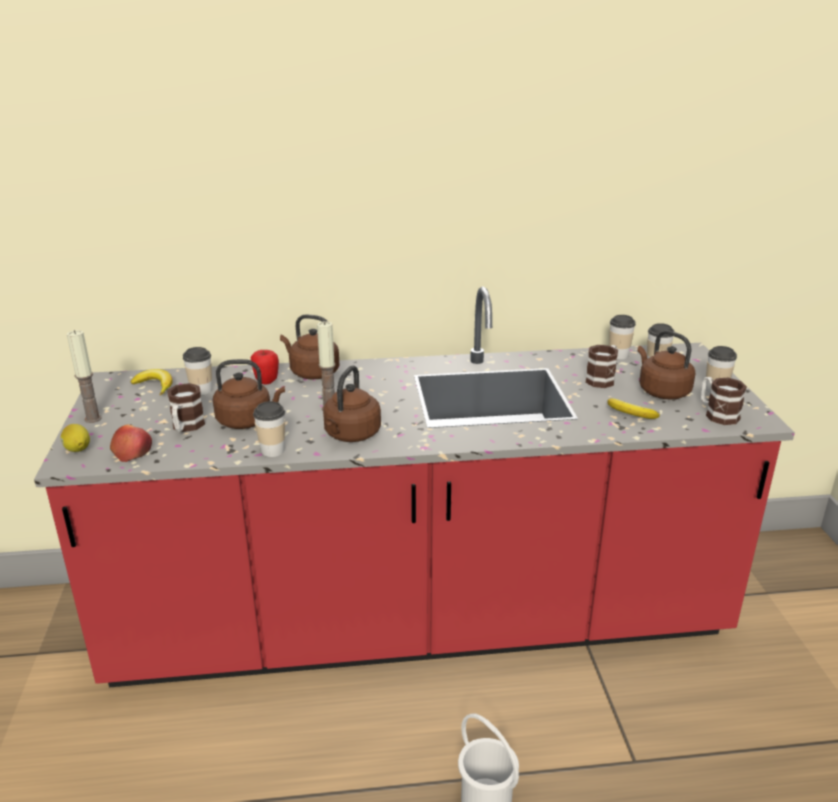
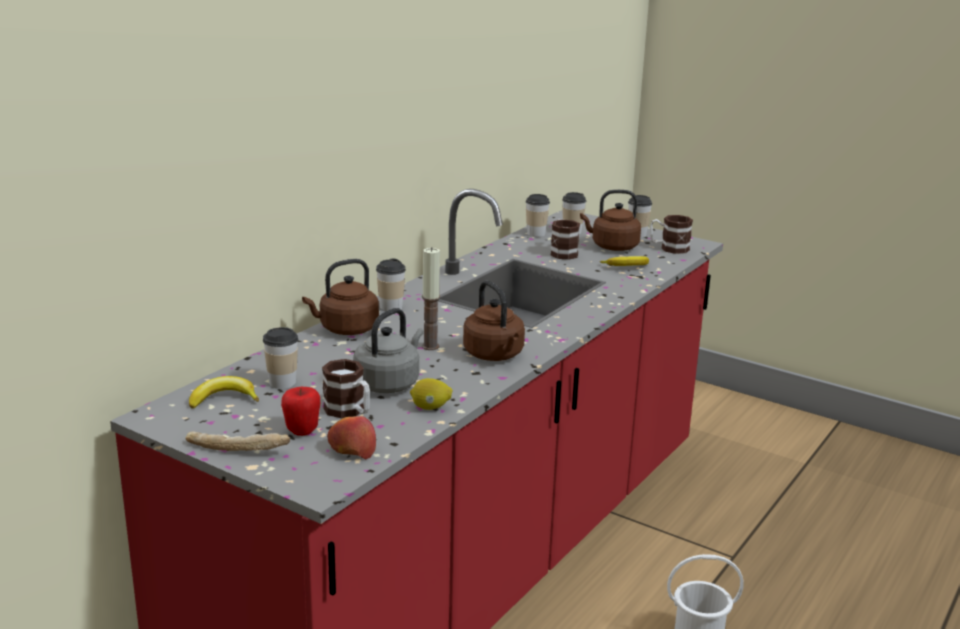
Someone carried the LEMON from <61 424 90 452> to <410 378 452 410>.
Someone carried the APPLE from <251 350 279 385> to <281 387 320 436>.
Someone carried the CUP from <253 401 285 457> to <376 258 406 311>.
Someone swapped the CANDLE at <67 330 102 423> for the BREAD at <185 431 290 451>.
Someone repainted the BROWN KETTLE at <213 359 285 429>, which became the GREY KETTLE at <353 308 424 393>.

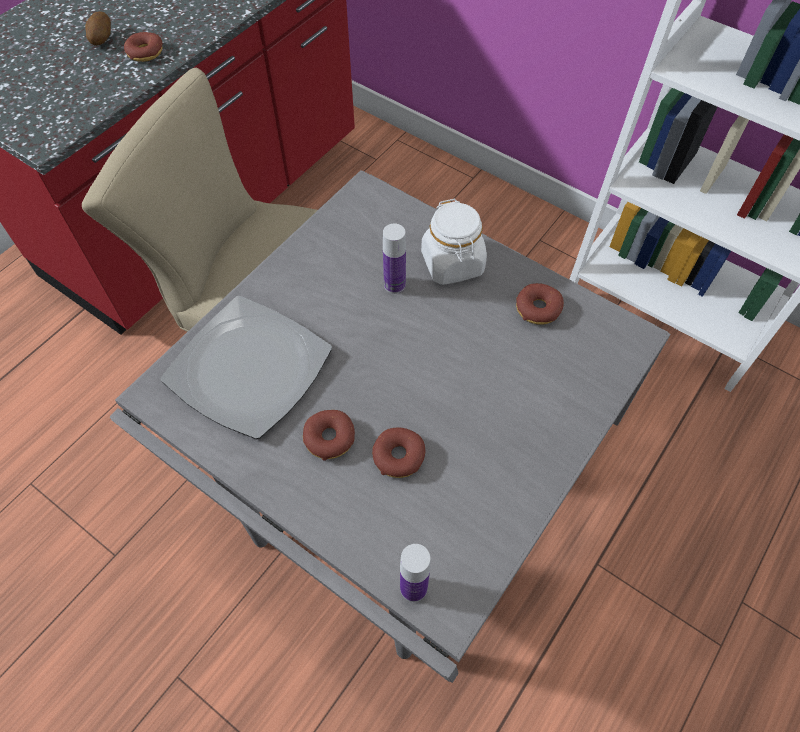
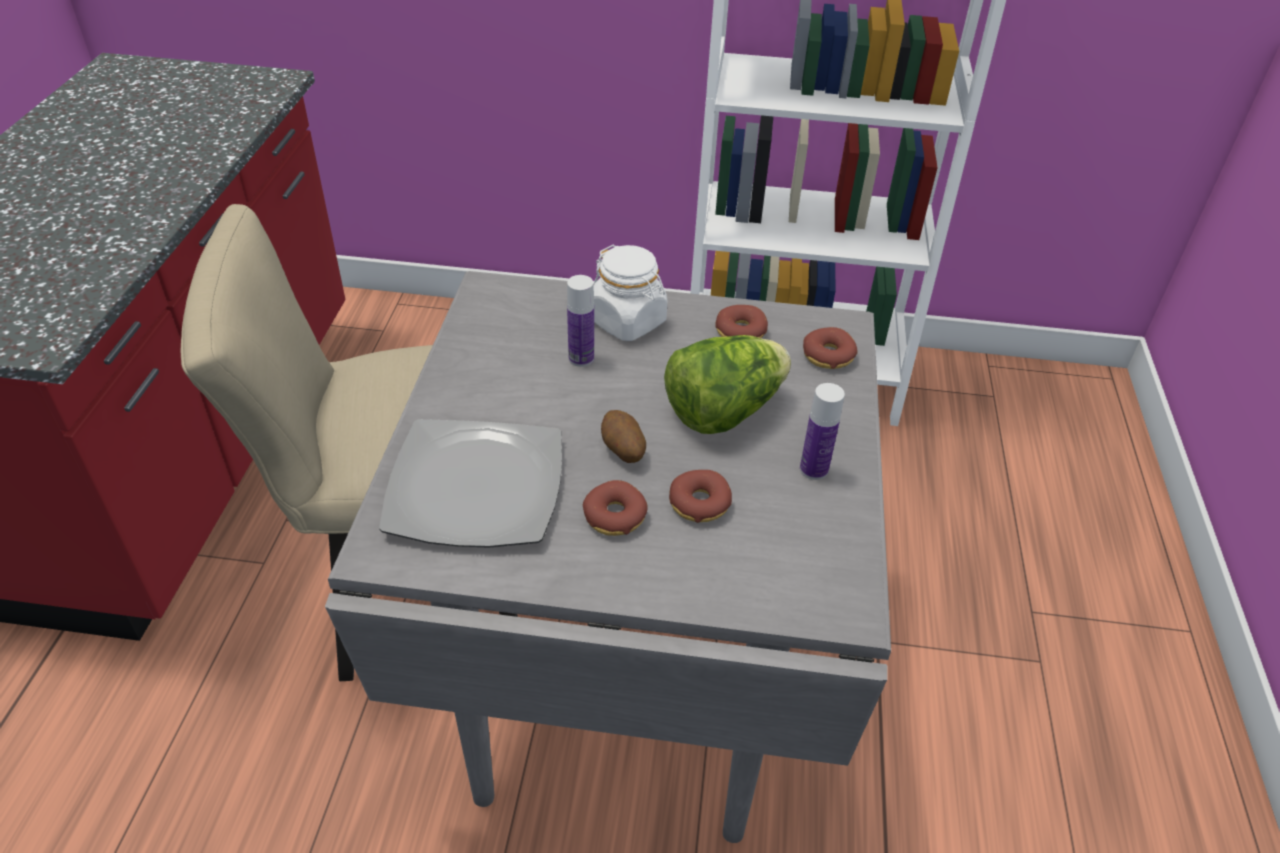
Someone put down the LETTUCE at <664 335 791 434>.
Someone carried the POTATO from <85 11 111 46> to <601 410 646 463>.
Someone carried the DONUT from <124 32 162 62> to <803 327 858 369>.
Someone carried the BOTTLE from <400 544 430 602> to <800 383 845 480>.

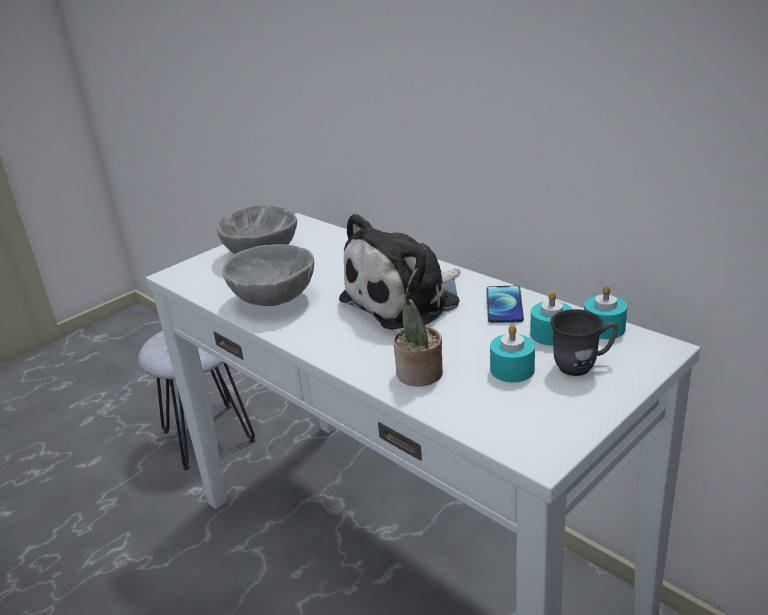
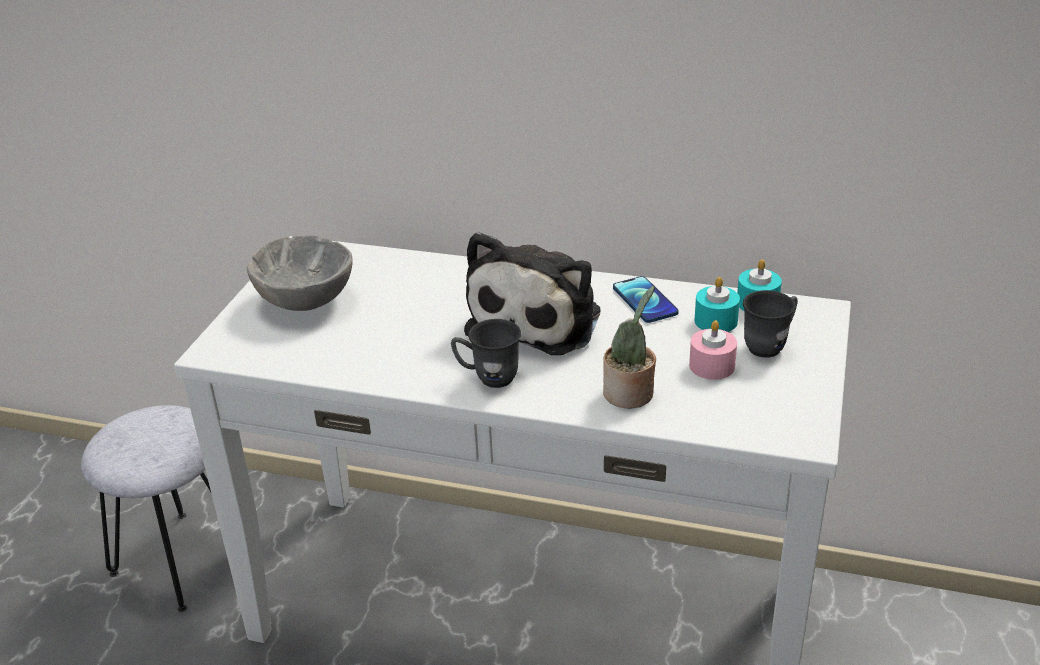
Someone took away the GREY BOWL at <222 244 314 306>.
Someone put down the GREY MUG at <451 319 521 388>.
Someone repainted the TURQUOISE CANDLE at <490 324 535 383>, which became the PINK CANDLE at <689 320 737 380>.

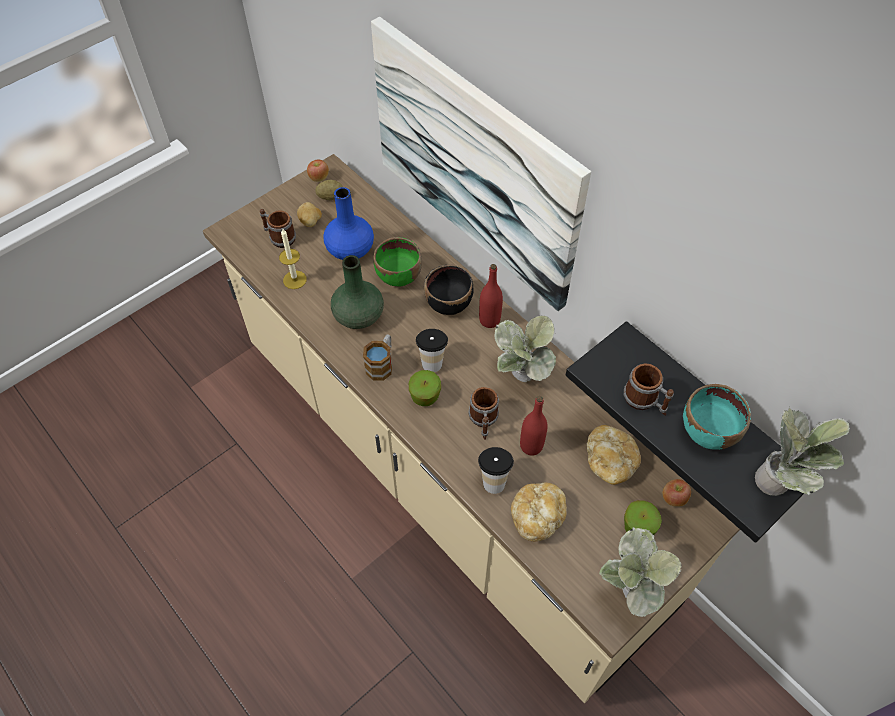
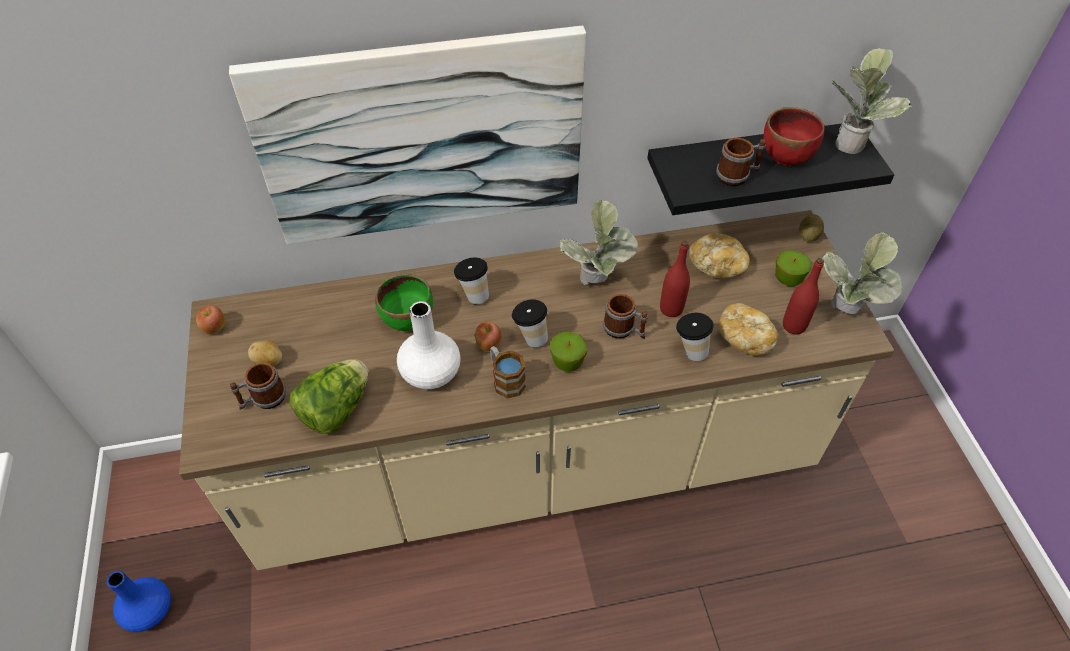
Someone carried the POTATO from <315 180 343 200> to <799 214 824 242>.
Someone carried the BLUE VASE from <323 187 374 260> to <107 571 171 632>.
Someone carried the RED BOTTLE from <479 264 503 328> to <783 258 824 335>.
Someone carried the APPLE from <663 479 691 507> to <475 322 502 351>.
Someone swapped the CANDLE at <279 229 307 289> for the LETTUCE at <290 359 368 434>.
Someone swapped the BLACK BOWL at <424 265 473 315> for the CUP at <454 257 489 304>.
Someone repainted the GREEN VASE at <331 255 384 329>, which became the WHITE VASE at <397 301 461 389>.
Someone repainted the TURQUOISE BOWL at <683 384 751 450>, which became the RED BOWL at <764 107 825 165>.

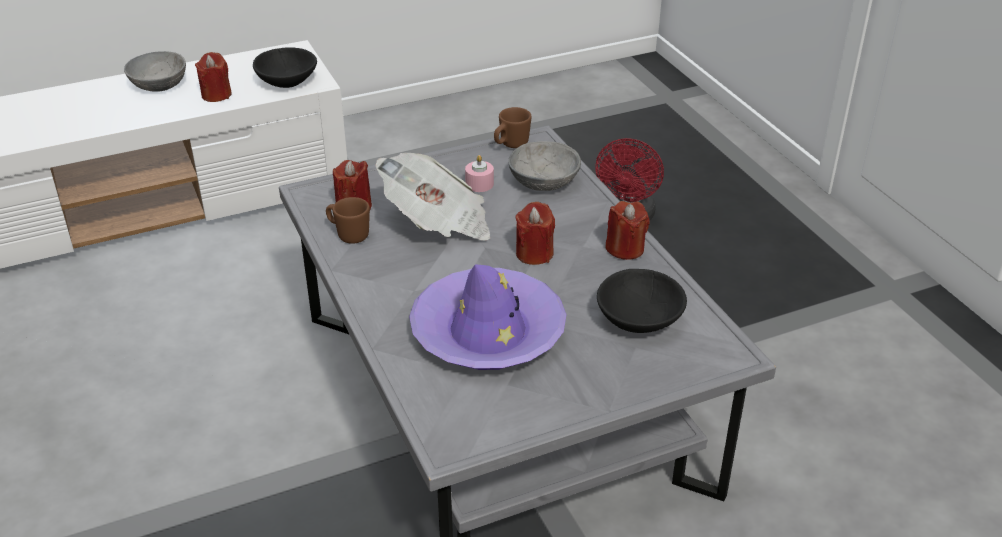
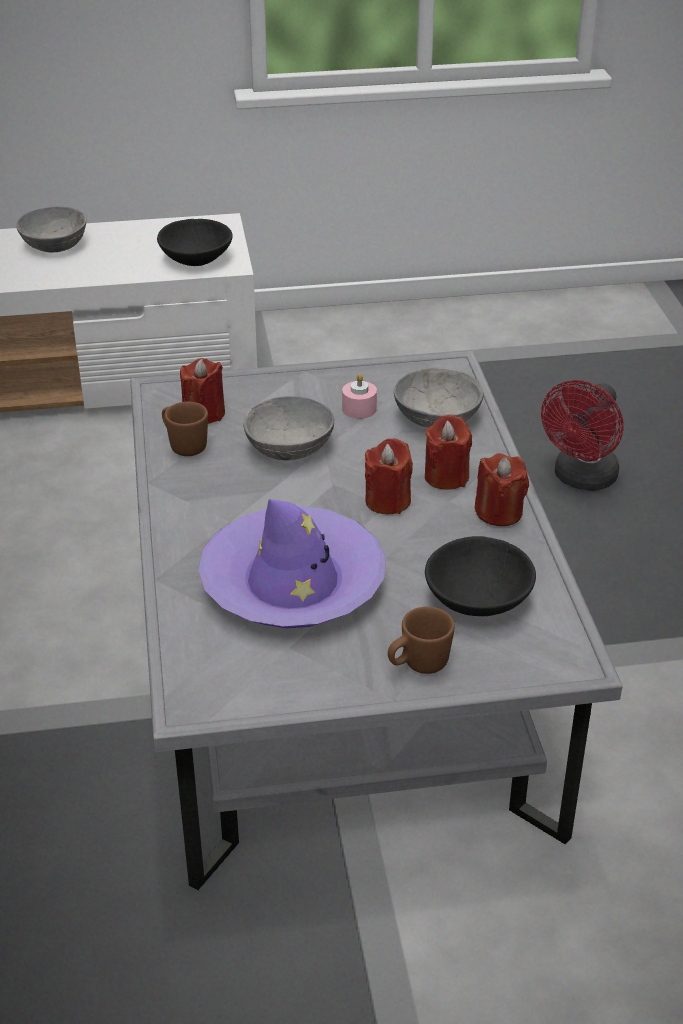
Someone carried the RED CANDLE from <195 52 232 102> to <425 415 472 490>.
Someone carried the BROWN MUG from <494 107 532 148> to <388 606 455 674>.
Someone swapped the NEWSPAPER at <376 153 490 241> for the GREY BOWL at <244 396 334 461>.

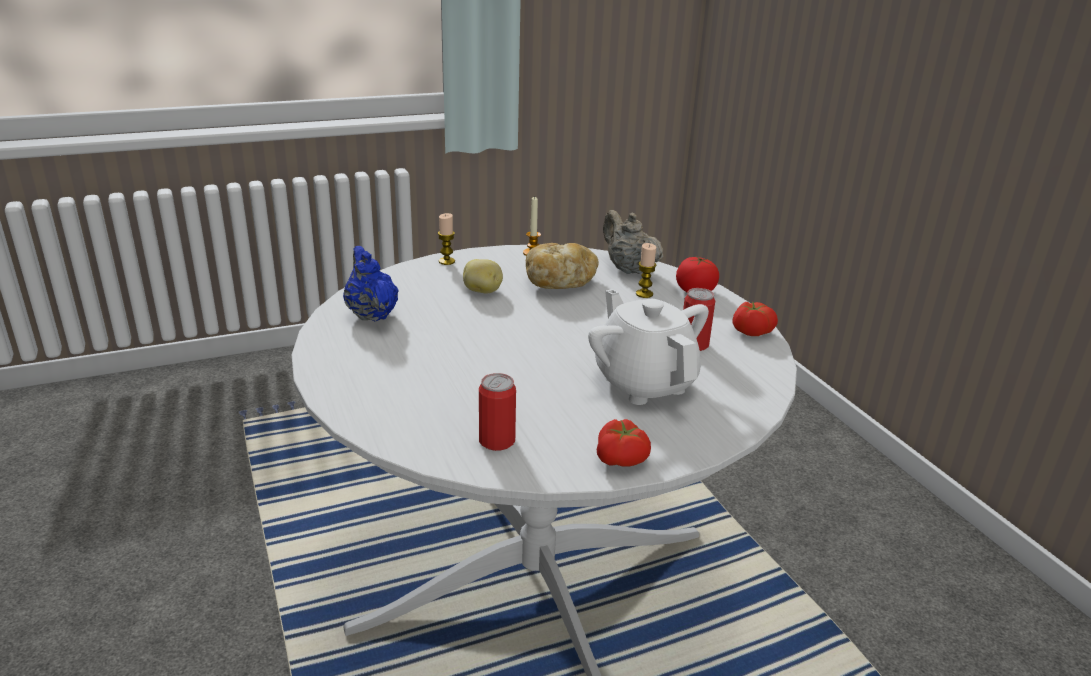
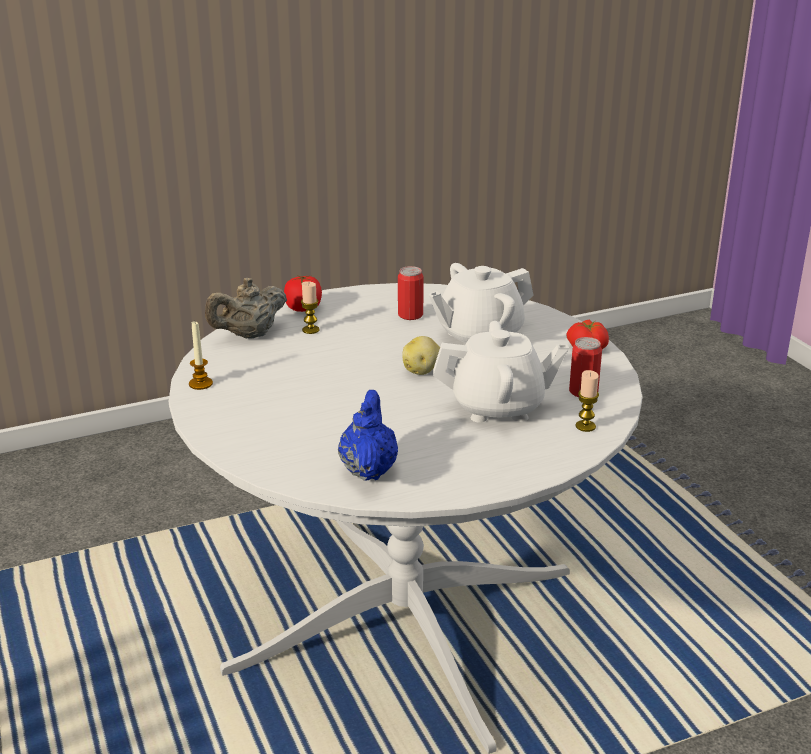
Someone took away the BREAD at <526 243 599 289>.
Someone took away the TOMATO at <733 302 778 336>.
Someone put down the WHITE TEAPOT at <433 321 569 422>.
Someone carried the CANDLE from <438 213 455 265> to <576 370 599 432>.
Someone carried the POTATO from <463 259 503 293> to <402 336 440 375>.
Someone rotated the BLUE TEAPOT at <343 246 399 322> by 120 degrees clockwise.

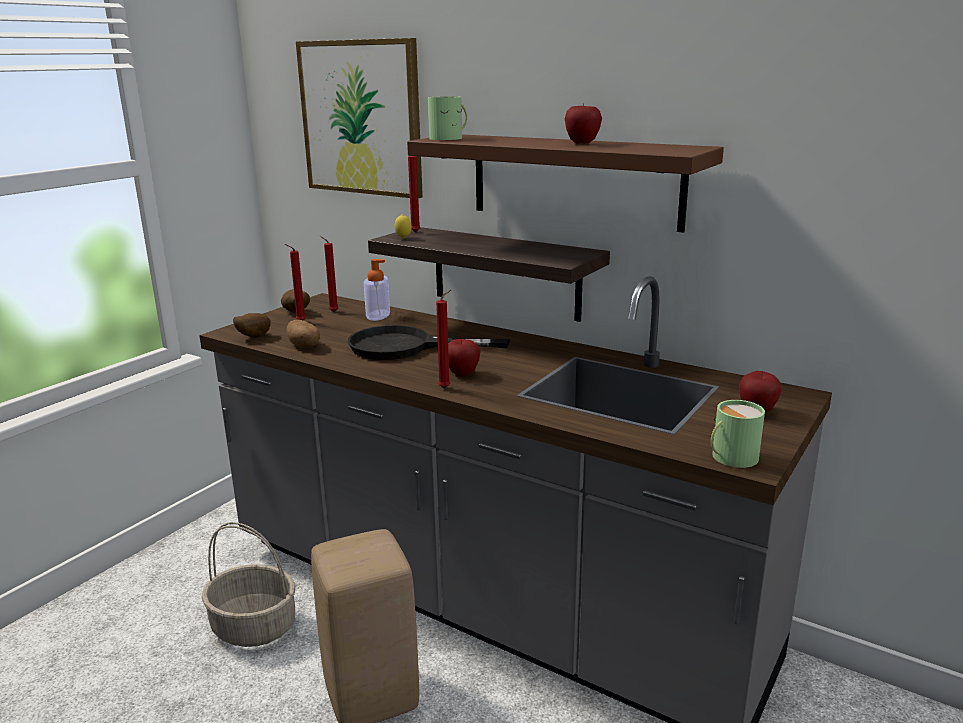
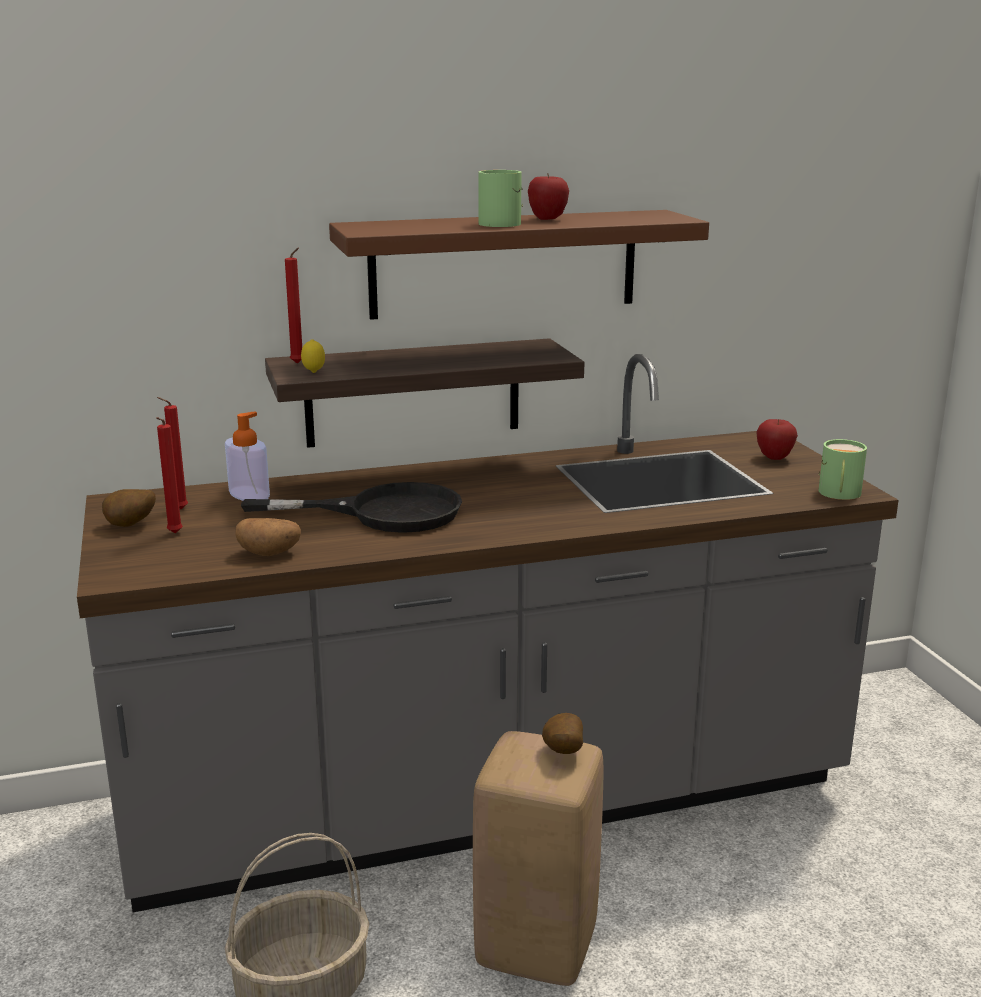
Someone took away the PICTURE at <296 38 423 198>.
Someone took away the RED CANDLE at <436 290 451 389>.
Someone took away the APPLE at <448 339 481 377>.
Someone carried the POTATO from <233 313 271 338> to <542 713 583 754>.
Someone carried the GREEN MUG from <428 96 467 140> to <478 170 523 227>.
Someone rotated the BLACK FRYING PAN at <347 325 510 360> by 135 degrees counterclockwise.

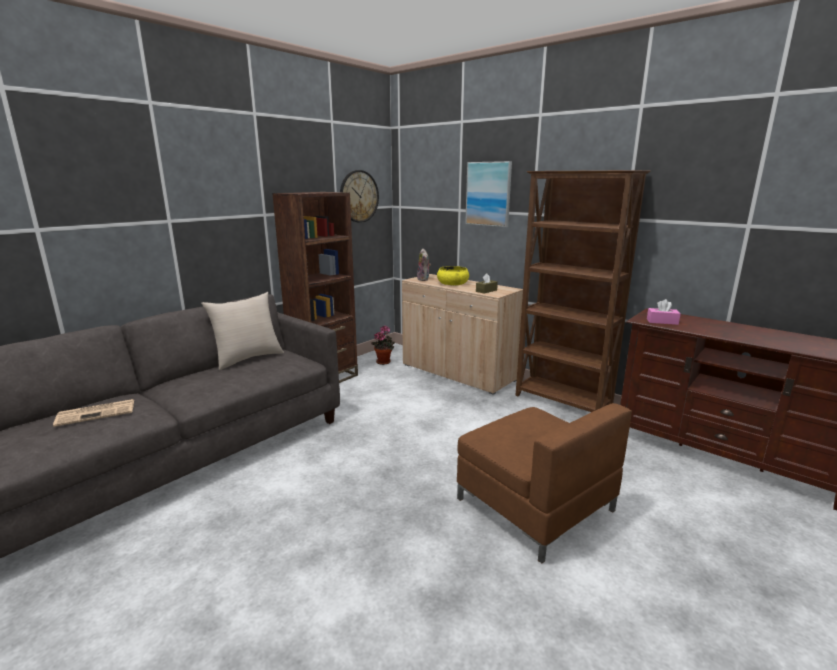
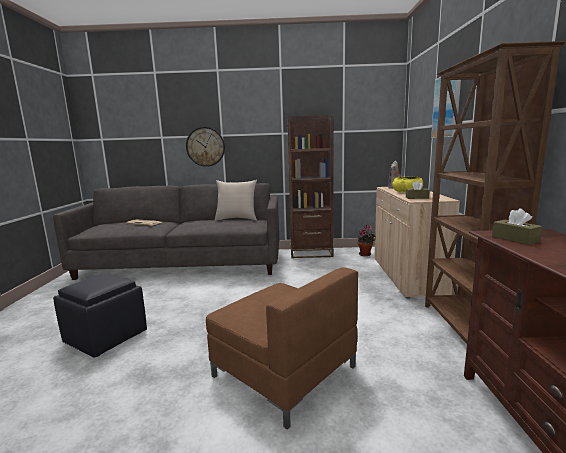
Someone put down the BLACK OTTOMAN at <53 273 147 358>.
Someone carried the WALL CLOCK from <340 170 379 223> to <186 127 225 167>.
Someone repainted the PINK TISSUE BOX at <647 299 681 325>, which became the BROWN TISSUE BOX at <492 208 543 245>.
Someone rotated the BROWN ARMCHAIR at <457 403 632 564> by 60 degrees counterclockwise.

